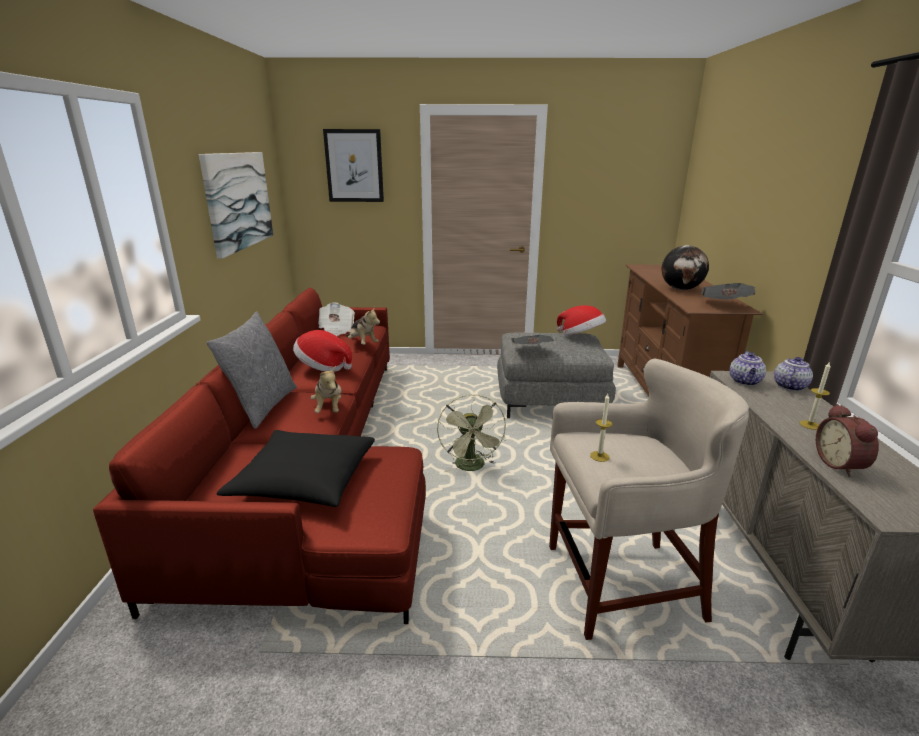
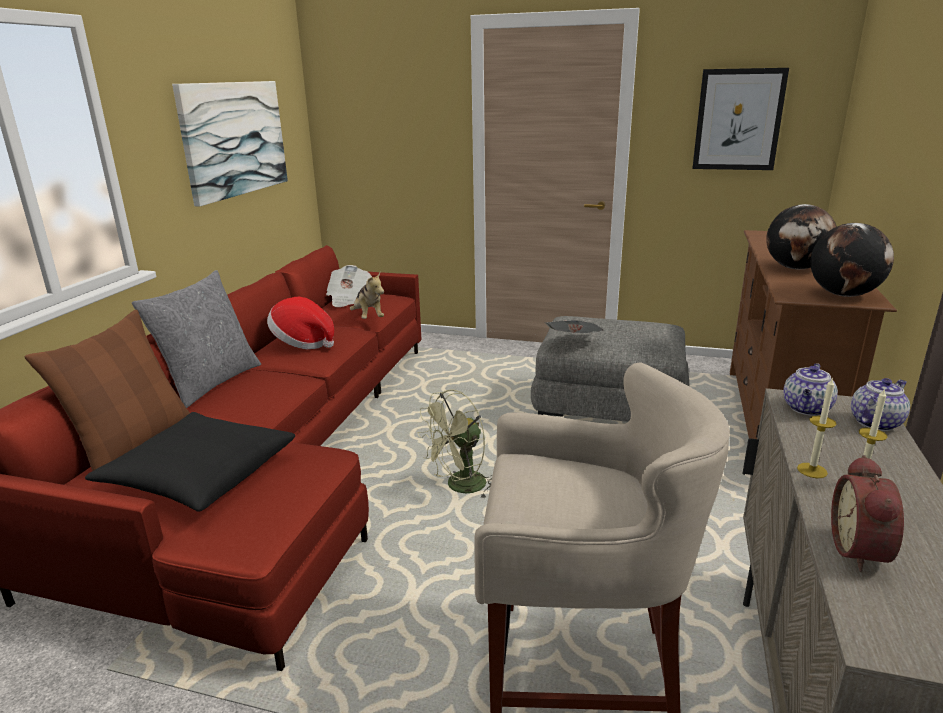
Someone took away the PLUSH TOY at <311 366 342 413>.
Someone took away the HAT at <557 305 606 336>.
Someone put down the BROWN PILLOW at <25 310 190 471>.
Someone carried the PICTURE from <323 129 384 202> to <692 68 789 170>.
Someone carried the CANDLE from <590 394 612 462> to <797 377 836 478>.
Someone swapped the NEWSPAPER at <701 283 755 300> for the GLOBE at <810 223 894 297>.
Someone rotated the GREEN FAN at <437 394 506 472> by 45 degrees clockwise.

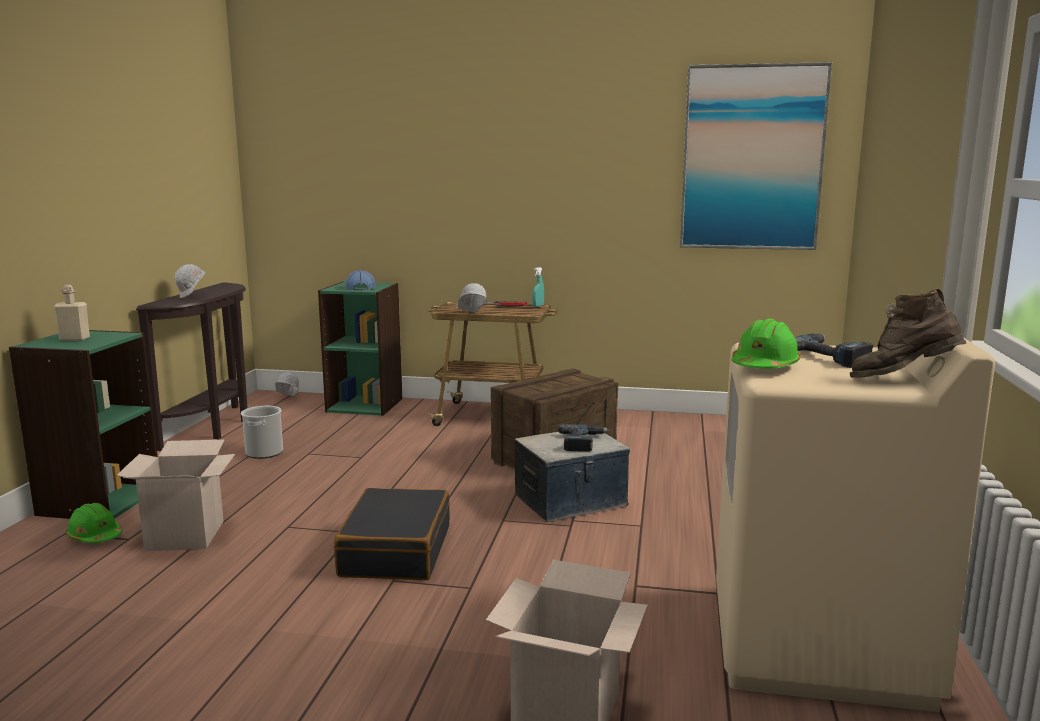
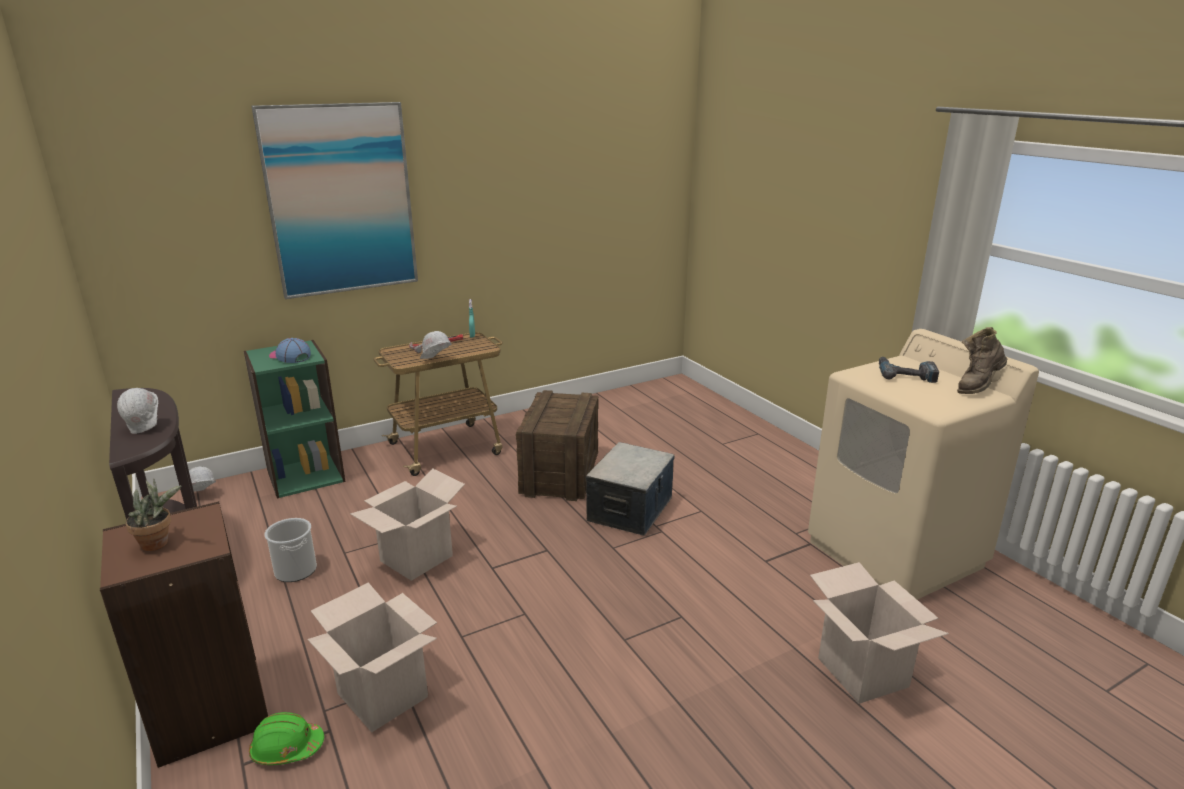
Someone took away the BLACK SUITCASE at <334 488 450 580>.
Someone took away the POWER DRILL at <558 424 609 452>.
Someone took away the GREEN HARD HAT at <731 319 801 369>.
Someone put down the CARDBOARD BOX at <350 468 465 581>.
Someone carried the PICTURE from <680 62 832 250> to <252 102 418 299>.
Someone swapped the BEIGE BOTTLE at <54 285 90 341> for the POTTED PLANT at <126 479 181 551>.
Someone repainted the GREEN BOOKCASE at <9 330 158 519>, which became the BROWN BOOKCASE at <100 501 268 768>.

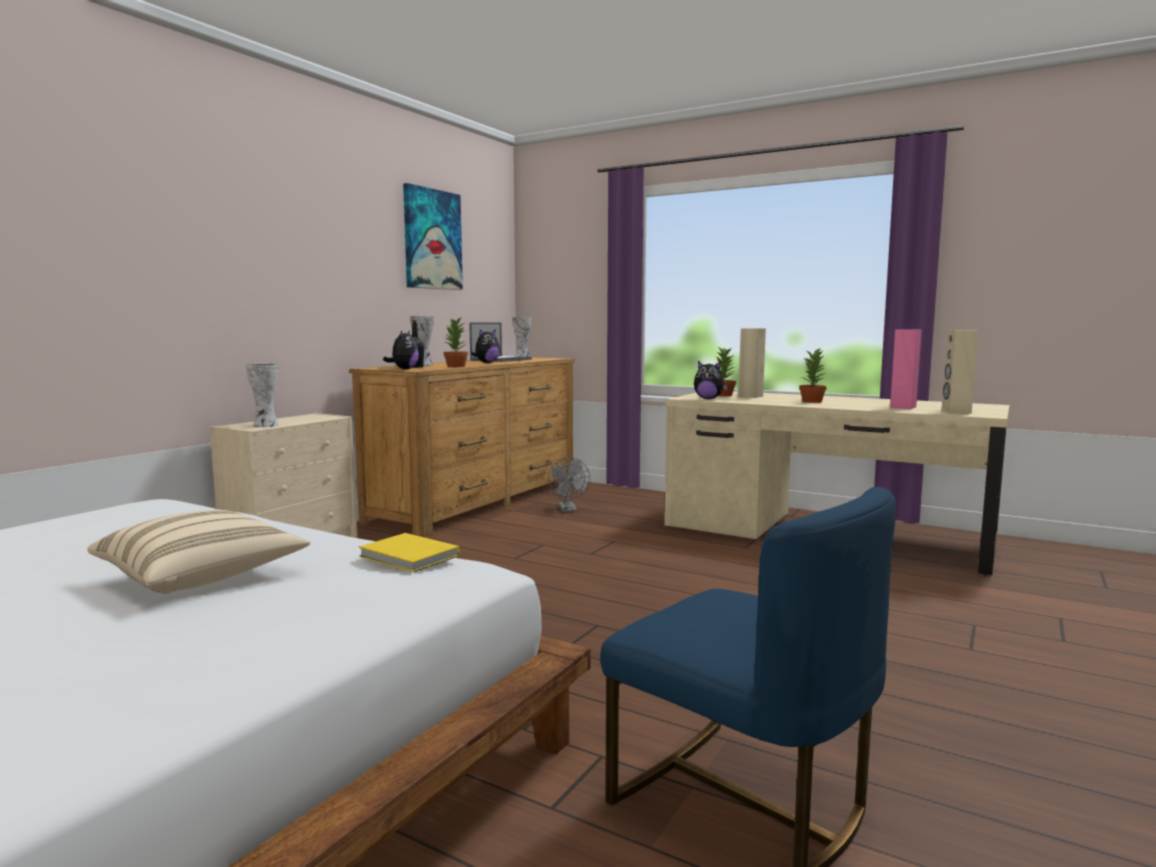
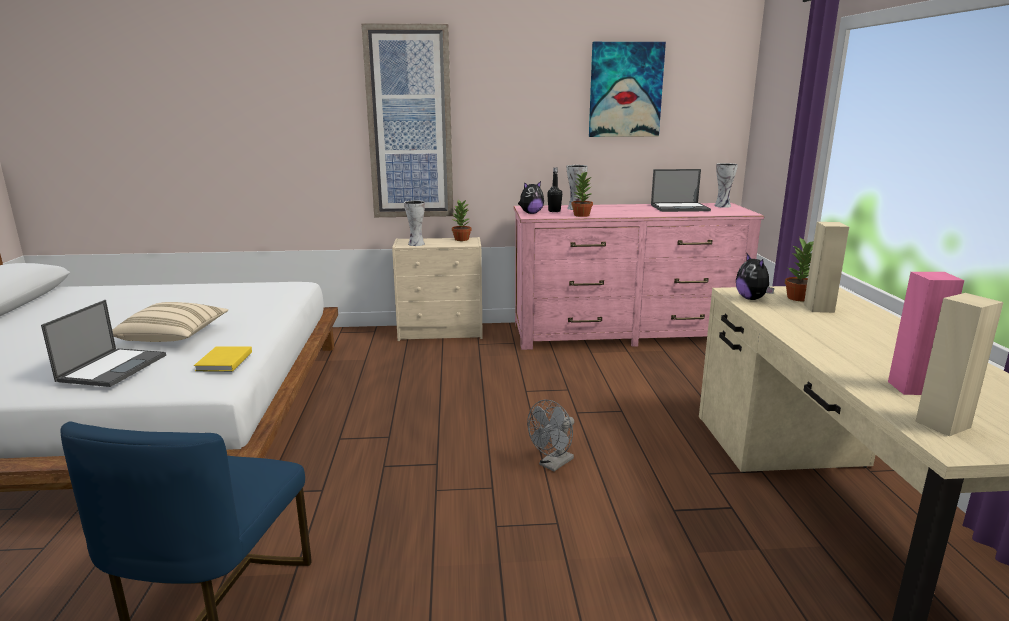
Someone took away the PLUSH TOY at <471 329 500 363>.
Someone put down the LAPTOP at <41 300 166 387>.
Someone put up the PICTURE at <361 23 454 217>.
Someone carried the GREY FAN from <548 457 590 512> to <527 400 574 472>.
Someone carried the POTTED PLANT from <799 347 827 403> to <451 200 471 241>.
Someone repainted the BROWN DRESSER at <349 357 575 537>, which became the PINK DRESSER at <513 203 764 350>.

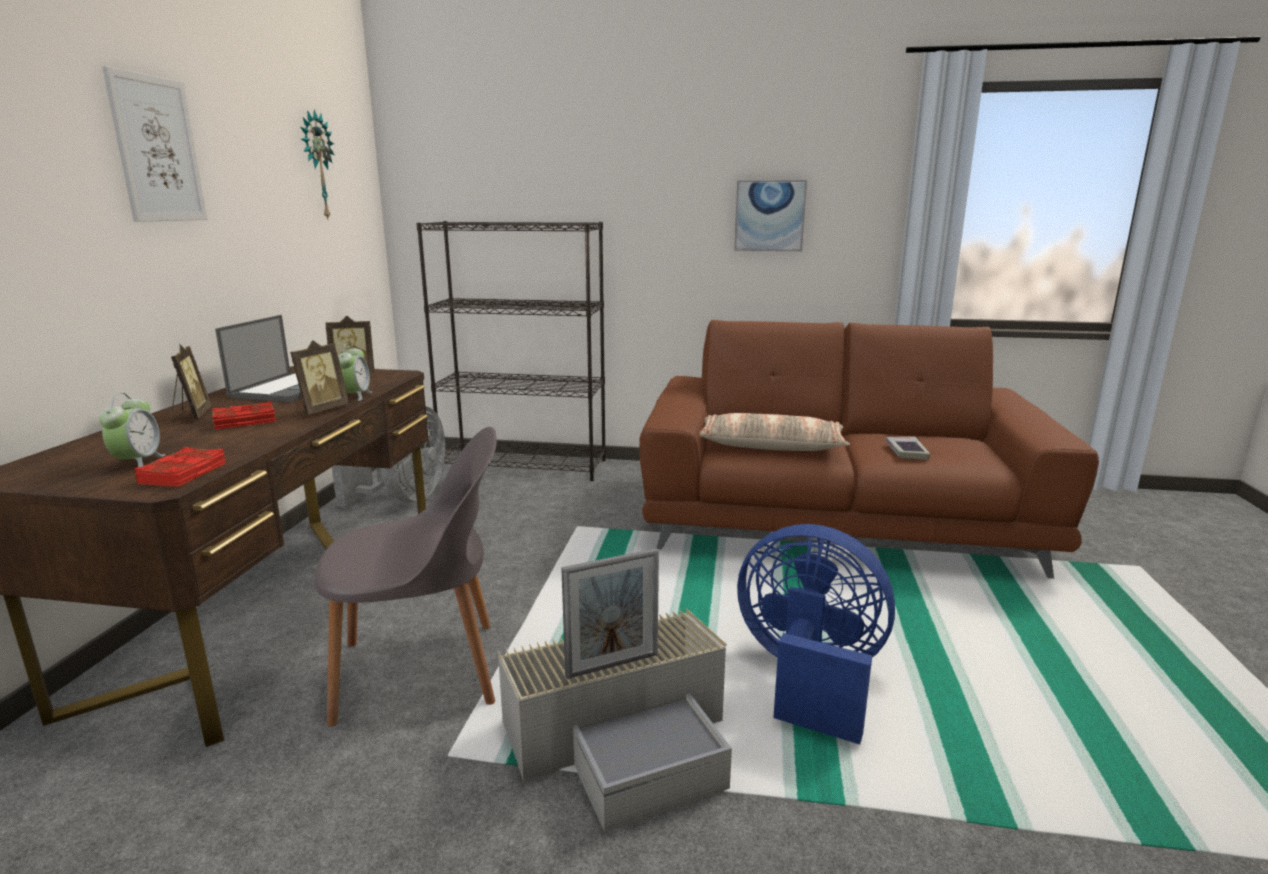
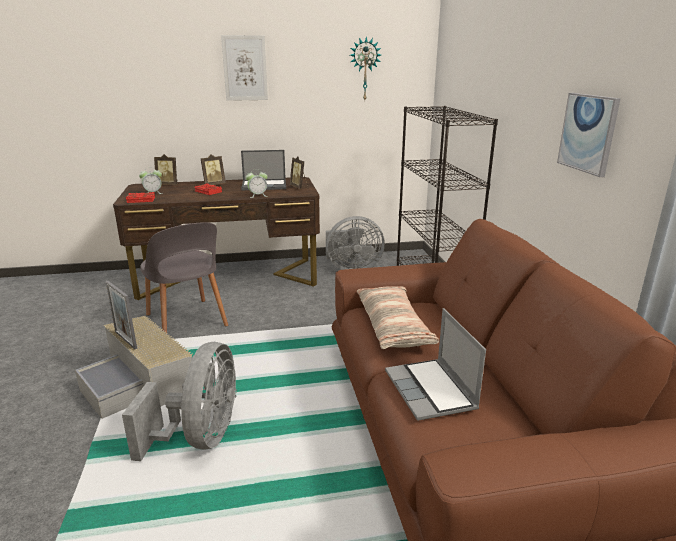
Someone carried the PICTURE FRAME from <290 340 349 415> to <154 154 178 185>.
Someone swapped the BOOK at <886 437 930 460> for the LAPTOP at <385 308 486 421>.
Someone repainted the BLUE FAN at <737 524 895 744>, which became the GREY FAN at <122 342 237 461>.

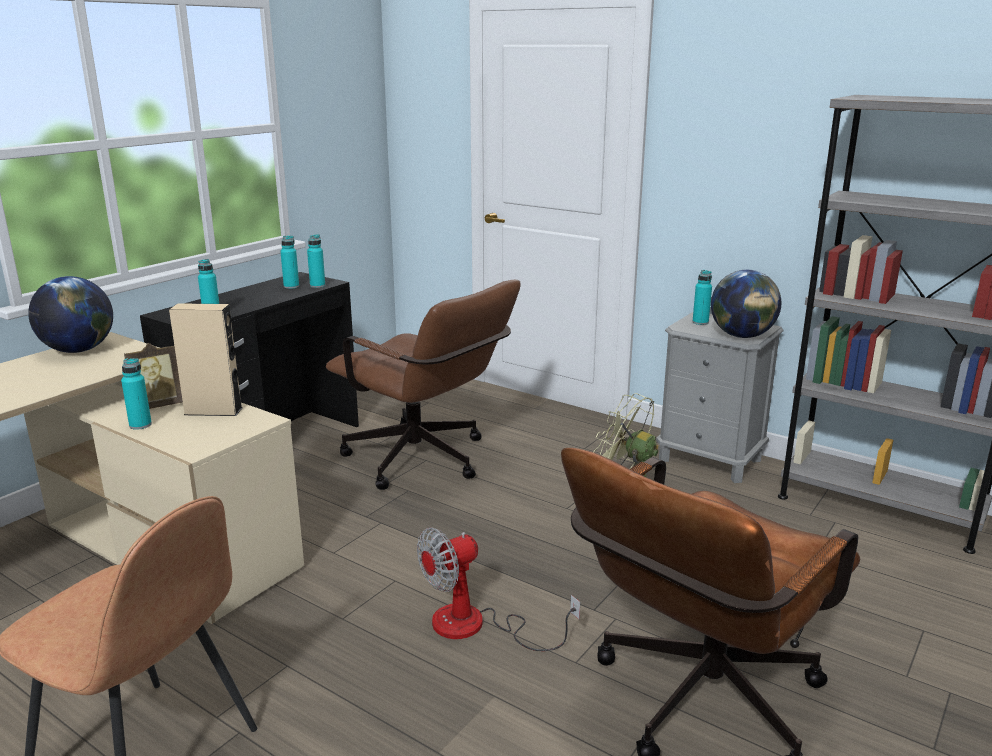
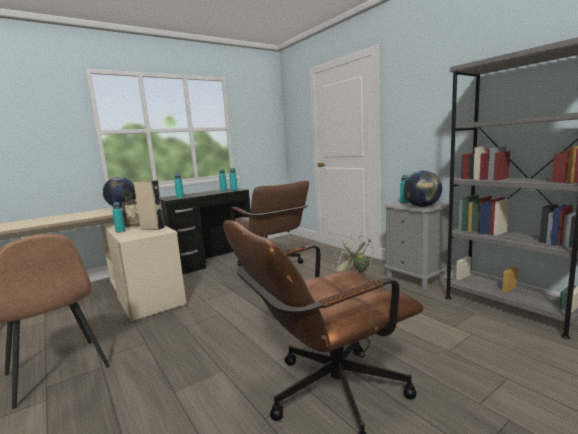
Someone took away the FAN at <417 527 580 651>.

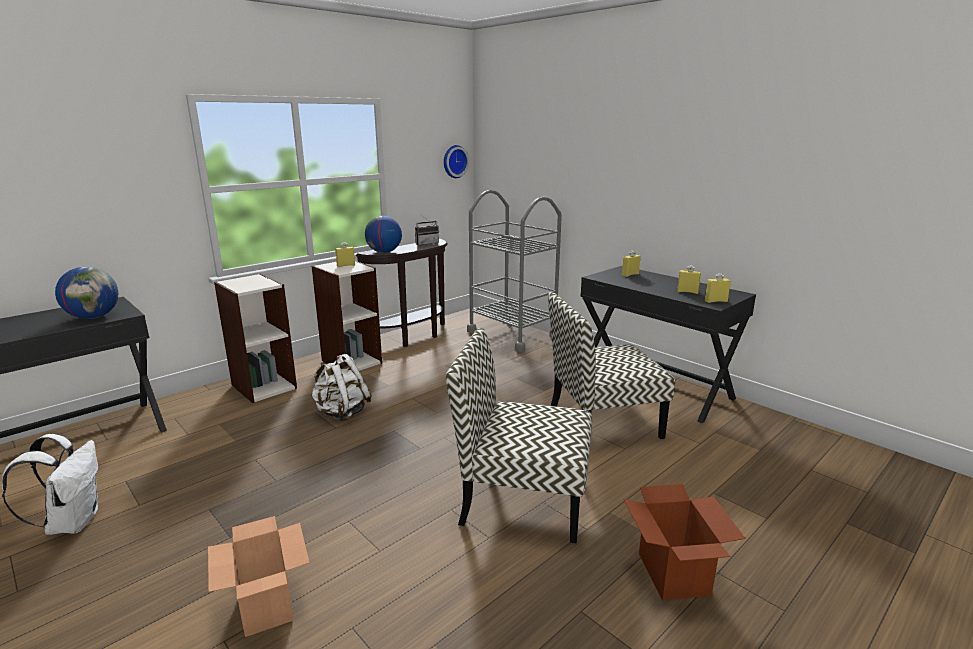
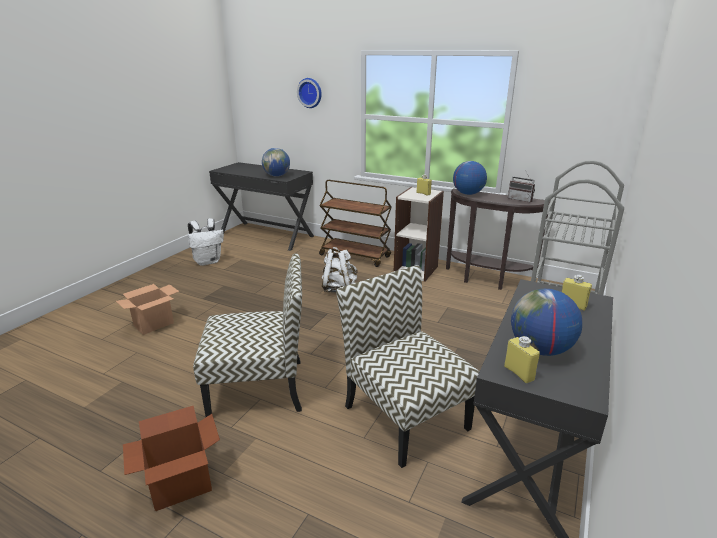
Someone carried the WALL CLOCK from <444 145 469 178> to <297 78 322 108>.
Someone swapped the BOOKCASE at <214 274 297 403> for the BROWN CART at <319 180 392 267>.
Someone swapped the YELLOW BOTTLE at <677 266 701 294> for the GLOBE at <511 289 582 356>.
Someone rotated the CHAIR at <446 328 592 543> by 90 degrees clockwise.

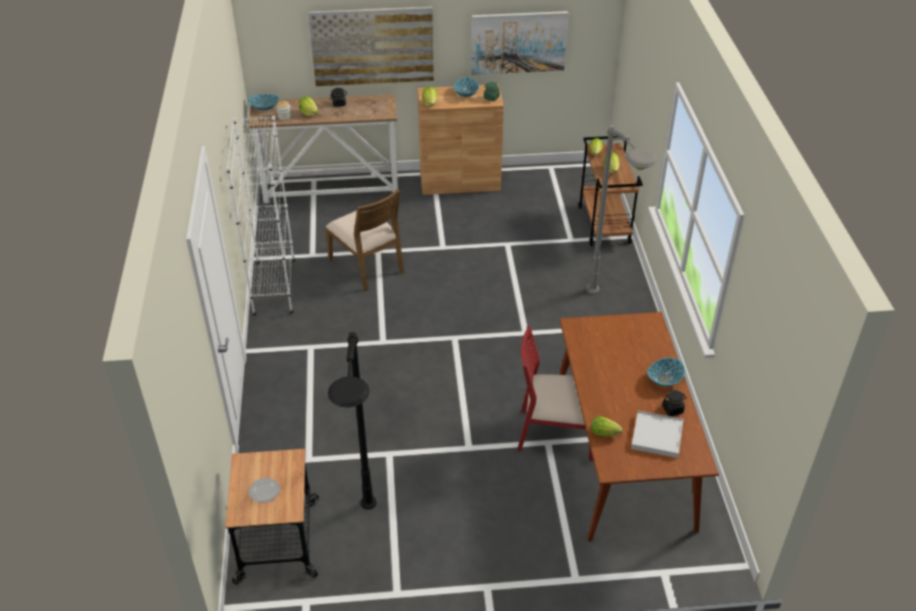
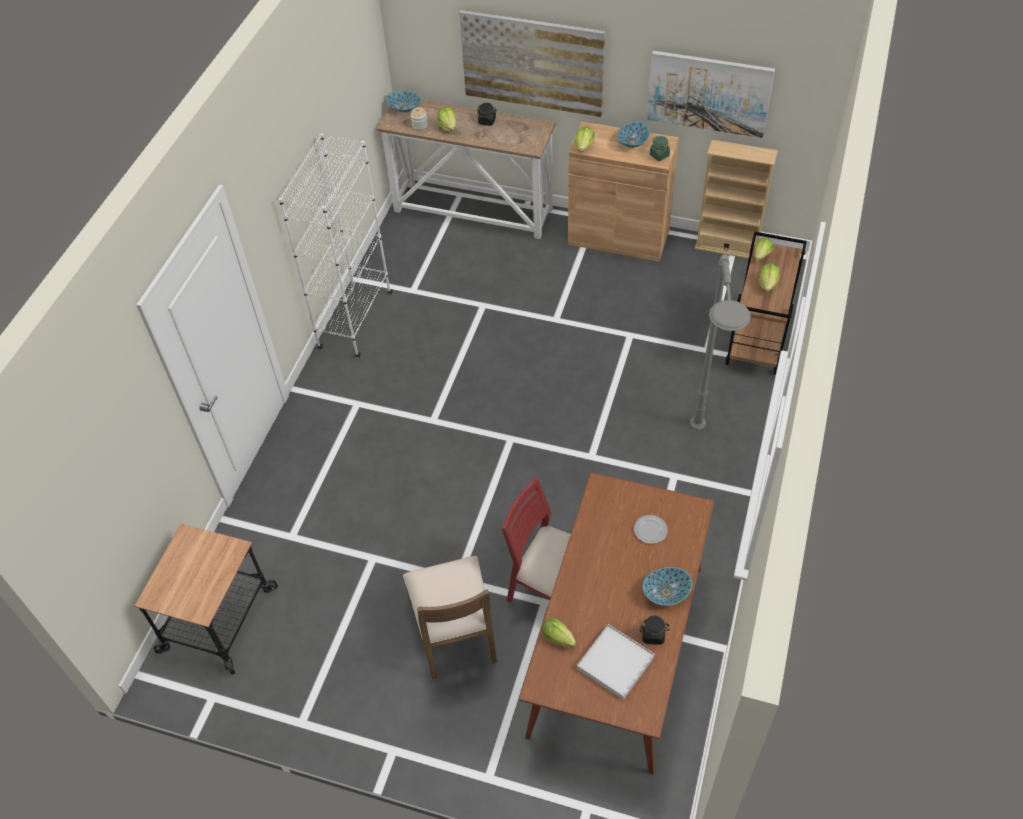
Someone took away the BLACK FLOOR LAMP at <328 331 377 510>.
Someone put down the BEIGE BOOKCASE at <695 140 778 259>.
Someone carried the PLATE from <249 478 280 503> to <634 515 668 544>.
Someone carried the BROWN CHAIR from <326 189 404 291> to <403 556 497 679>.

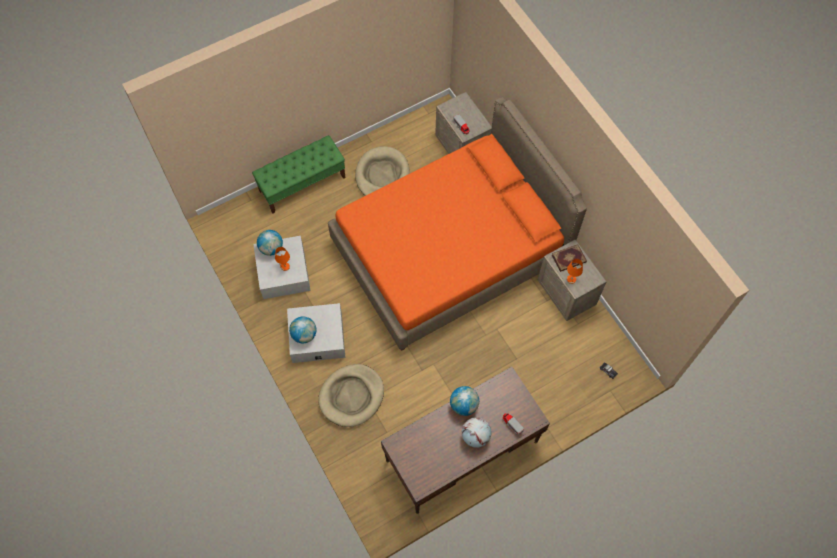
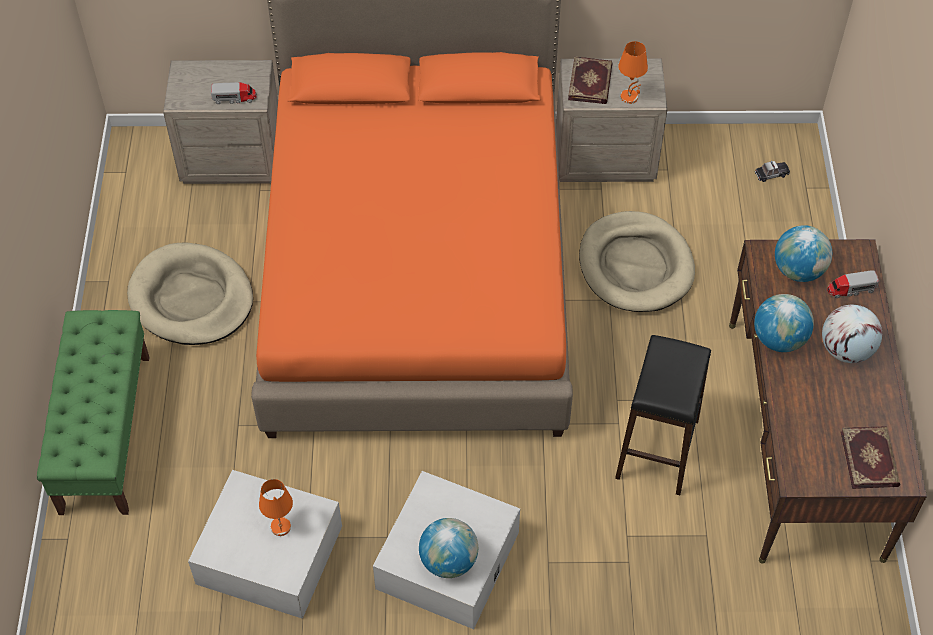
Someone put down the BLACK STOOL at <615 335 711 495>.
Someone put down the BOOK at <841 426 900 489>.
Someone carried the GLOBE from <257 230 283 256> to <775 225 832 282>.
Someone carried the BEIGE DOG BED from <318 364 384 427> to <579 211 695 312>.

